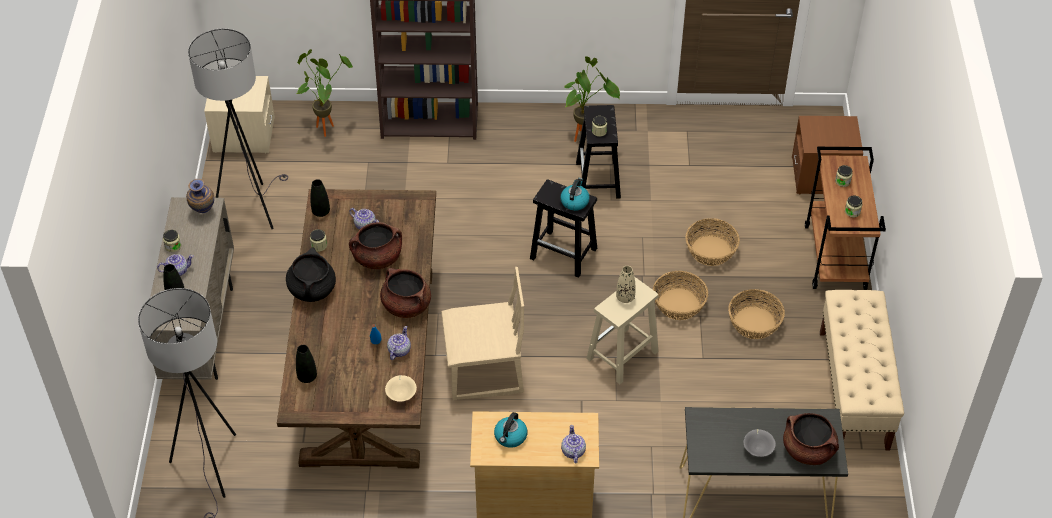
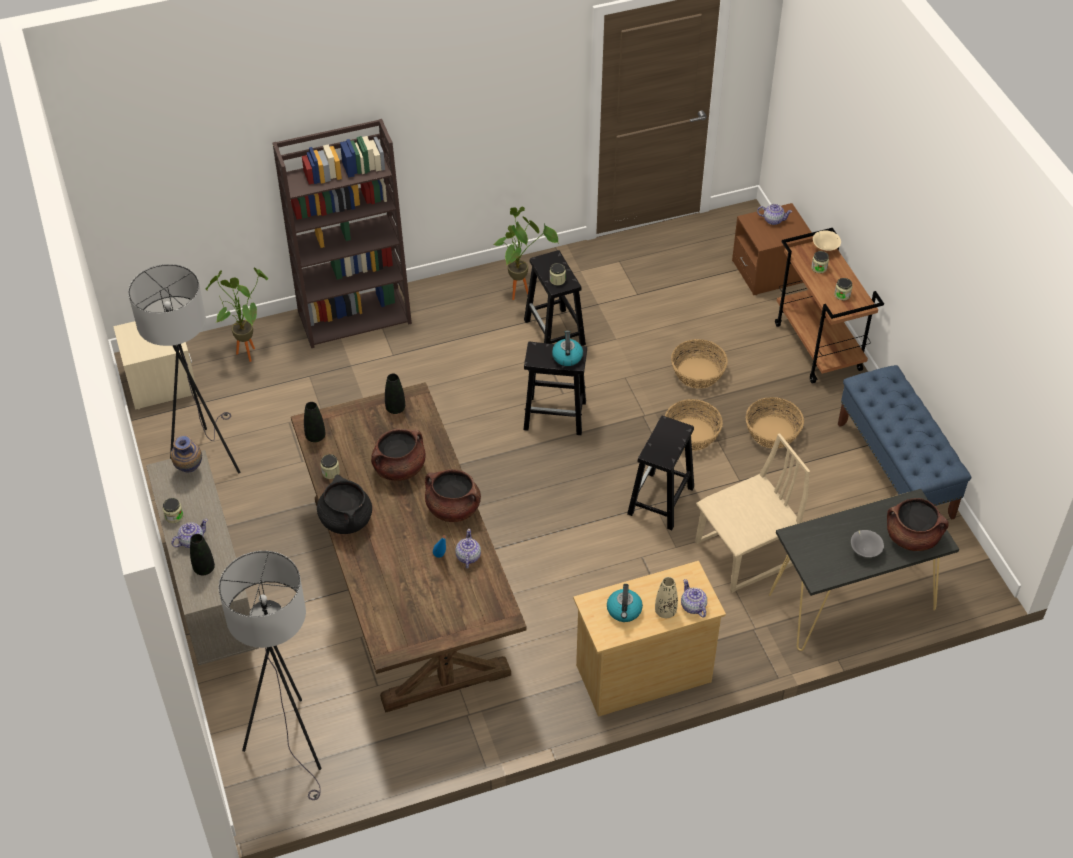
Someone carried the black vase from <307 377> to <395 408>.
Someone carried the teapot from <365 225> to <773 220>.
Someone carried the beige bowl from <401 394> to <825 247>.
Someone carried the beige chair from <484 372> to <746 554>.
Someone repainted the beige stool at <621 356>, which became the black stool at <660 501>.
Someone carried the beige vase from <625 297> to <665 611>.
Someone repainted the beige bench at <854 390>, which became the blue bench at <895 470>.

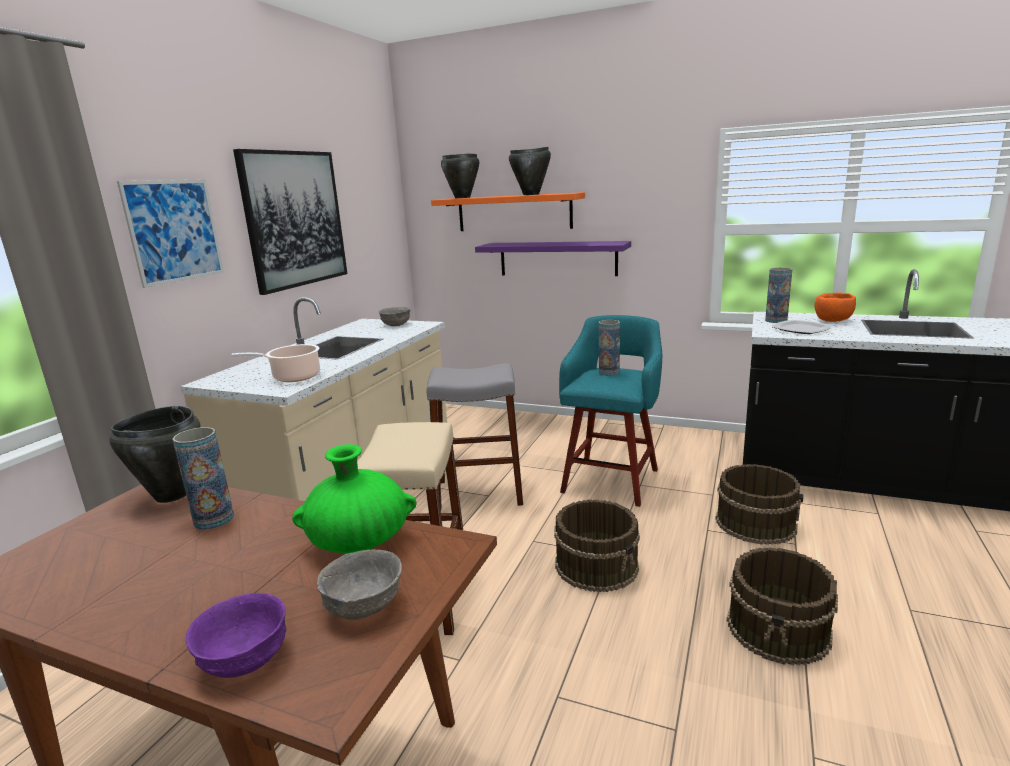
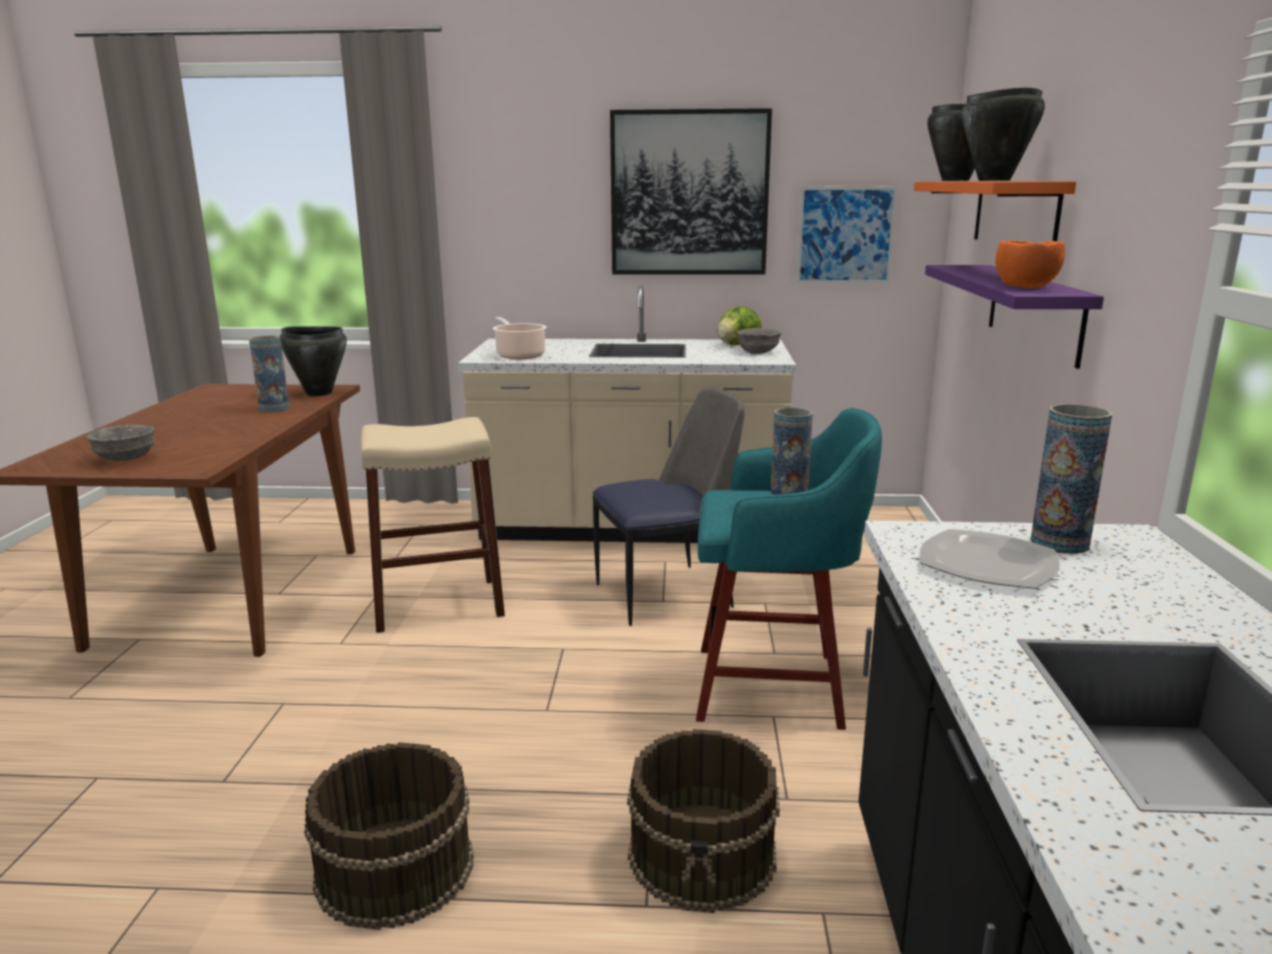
Someone carried the picture from <174 231> to <845 235>.
Someone took away the purple bowl at <246 658>.
Someone took away the green vase at <359 542>.
Someone swapped the grey stool at <479 492> for the chair at <667 594>.
Someone took away the brown bucket at <597 565>.
Someone carried the orange bowl from <834 321> to <1026 288>.
Someone put down the lettuce at <737 345>.

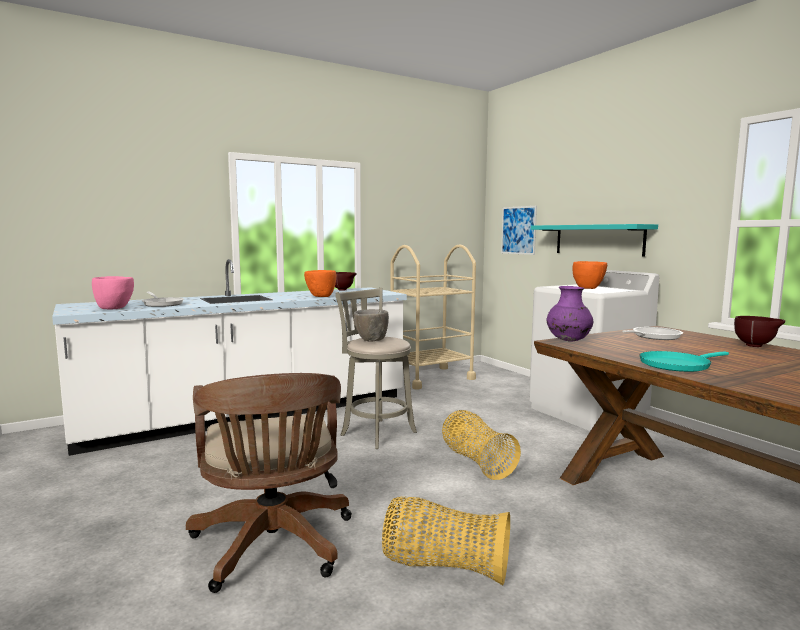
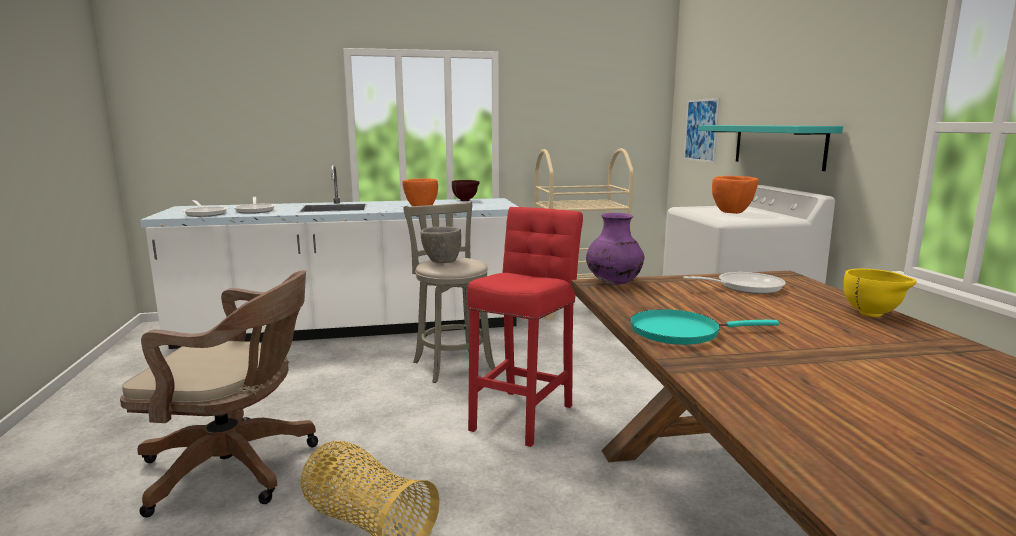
Someone swapped the pink bowl at <115 308> for the frying pan at <205 213>.
Someone rotated the brown office chair at <273 547> by 90 degrees counterclockwise.
Someone swapped the basket at <476 462> for the red stool at <524 414>.
Someone repainted the brown bowl at <756 346>, which became the yellow bowl at <873 315>.

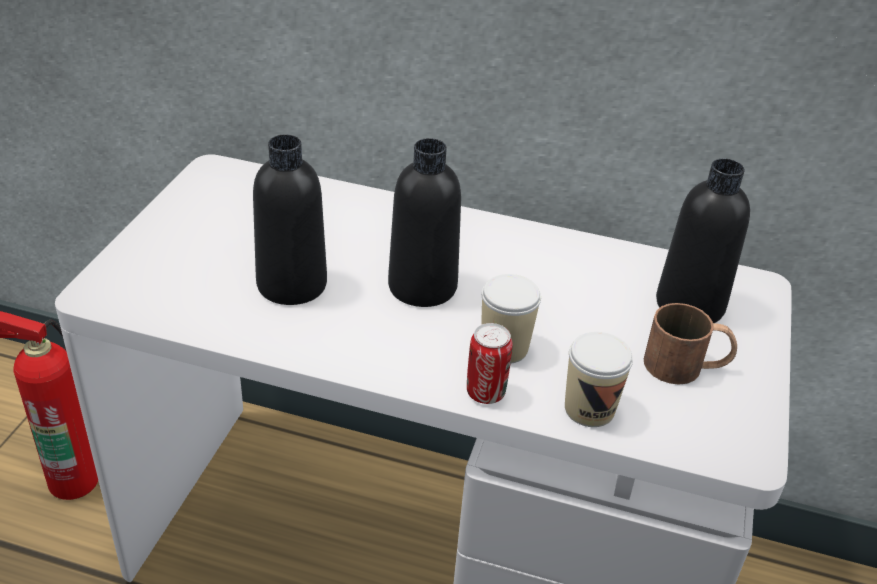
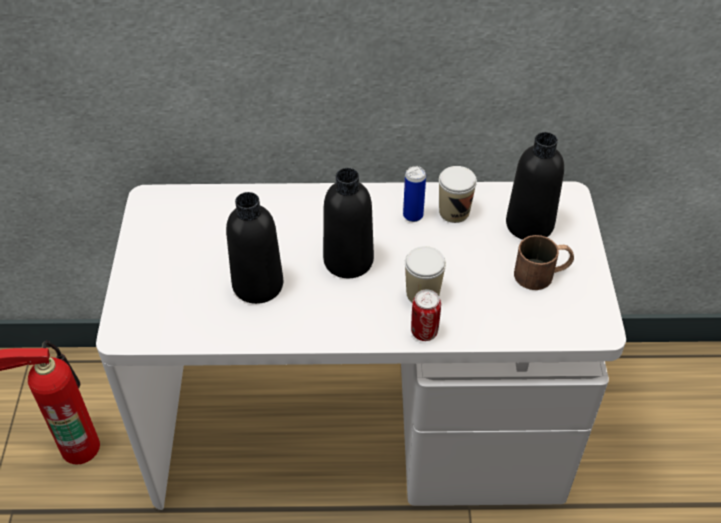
Someone carried the cup from <589 409> to <454 212>.
Someone put down the can at <413 215>.

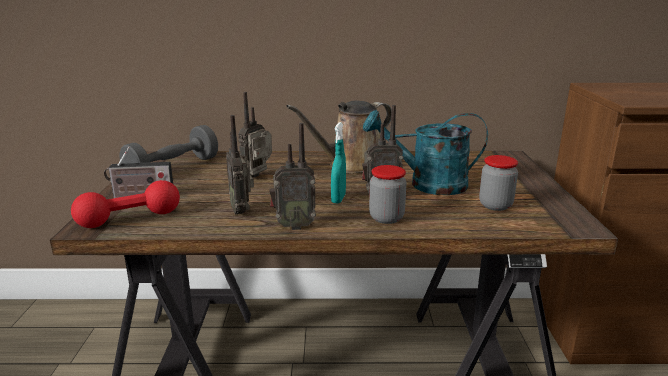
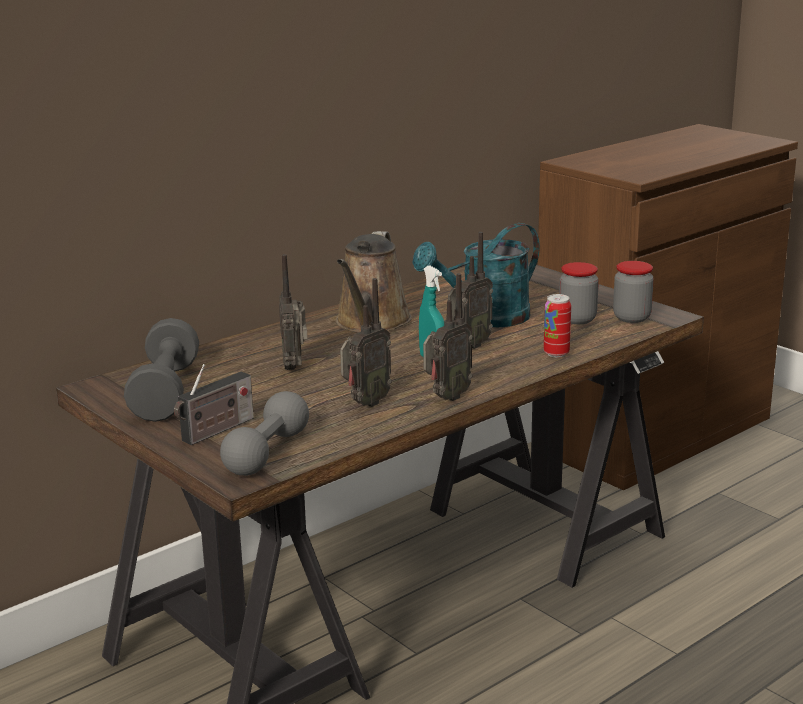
Someone repainted the red dumbbell at <130 219>, which became the grey dumbbell at <267 453>.
Someone rotated the radio at <242 210> by 75 degrees counterclockwise.
Someone carried the jar from <386 218> to <631 317>.
Someone put down the can at <556 353>.

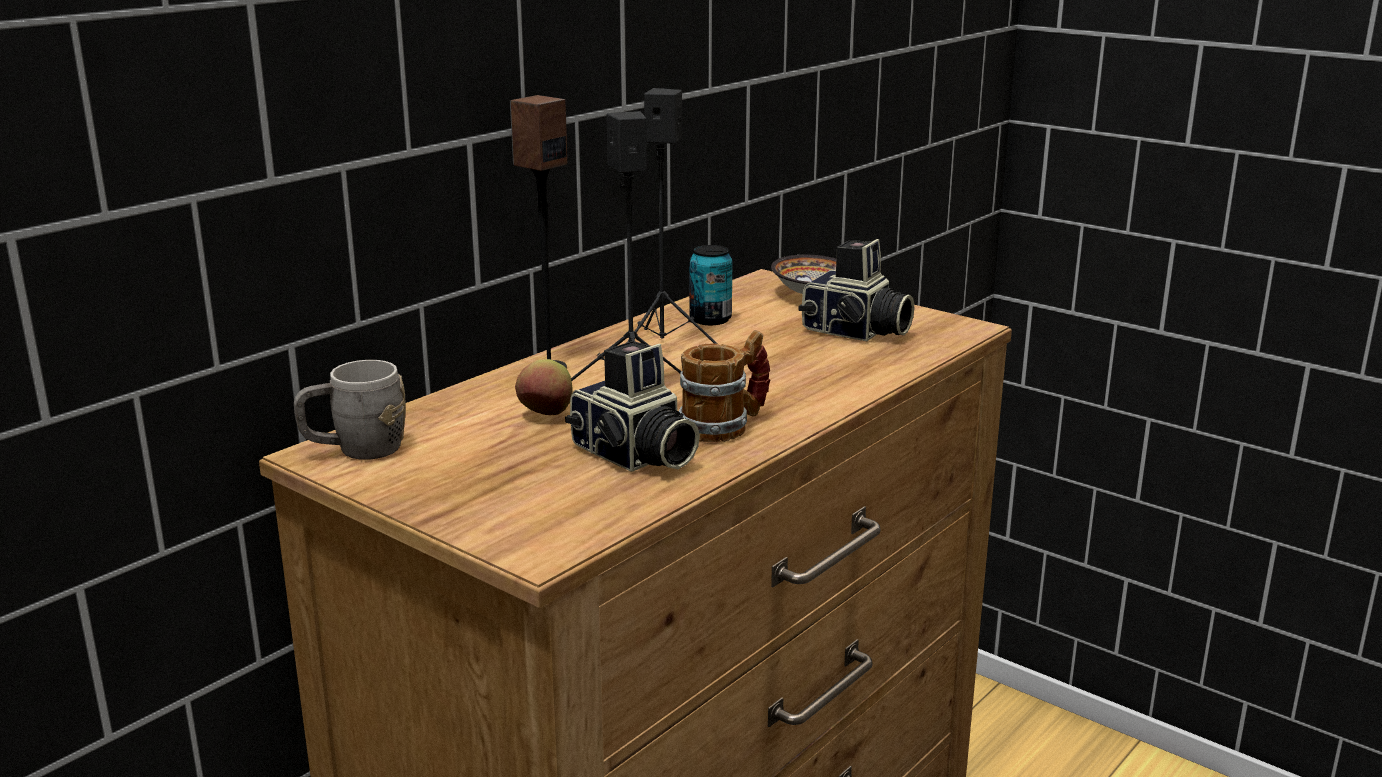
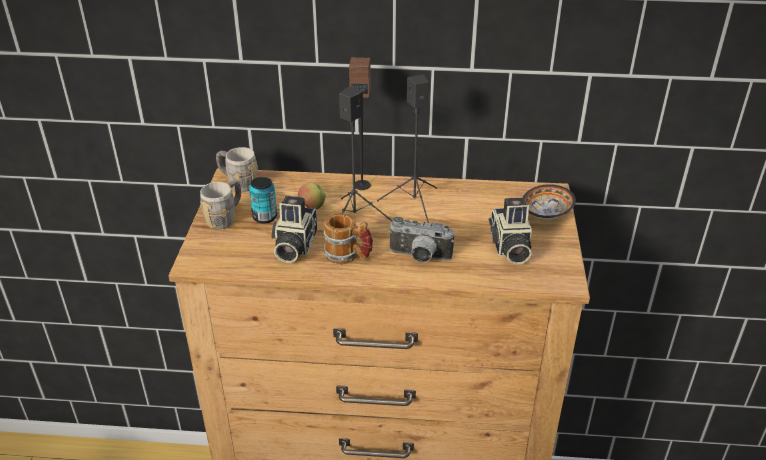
Someone carried the can from <710 319> to <265 217>.
Someone put down the grey mug at <225 218>.
Someone put down the photo camera at <419 257>.

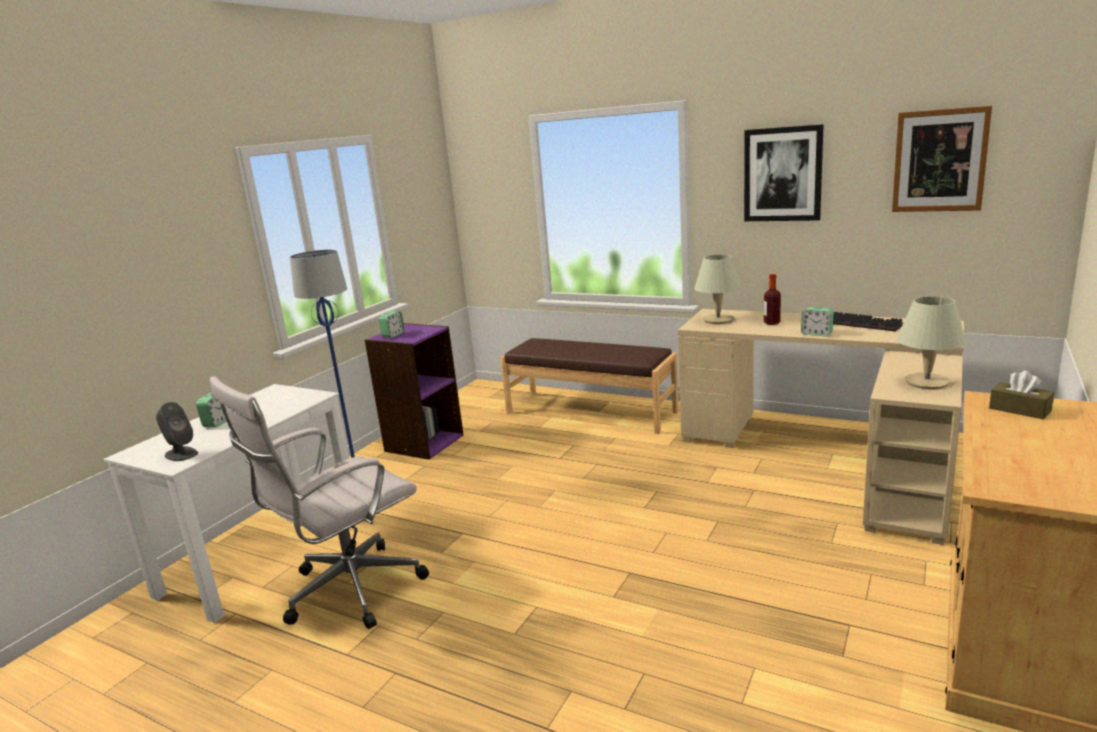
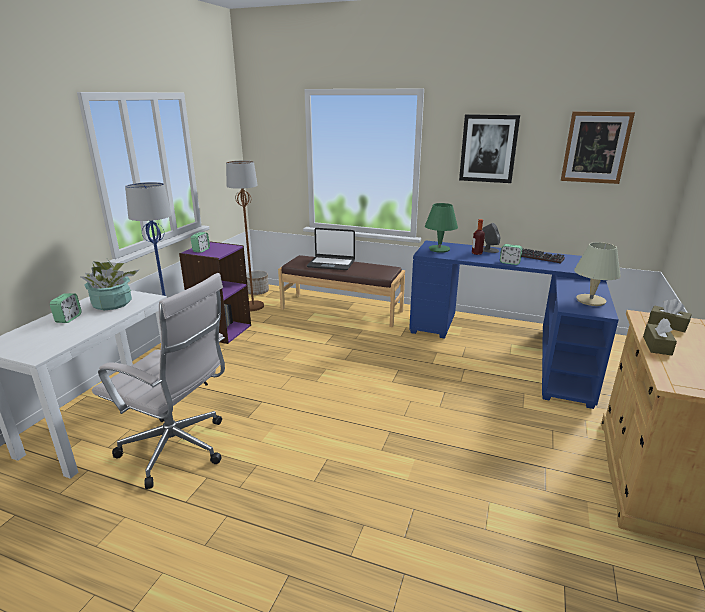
Someone carried the grey speaker from <181 454> to <489 250>.
Someone rotated the white office chair at <347 592> by 105 degrees counterclockwise.
Someone repainted the beige desk at <834 456>, which became the blue desk at <512 345>.
Someone repainted the beige table lamp at <717 320>, which became the green table lamp at <439 249>.
Someone put down the potted plant at <112 304>.
Someone put down the brown floor lamp at <253 306>.
Someone put down the planter at <257 292>.
Someone put down the laptop at <331 264>.
Someone put down the brown tissue box at <657 345>.

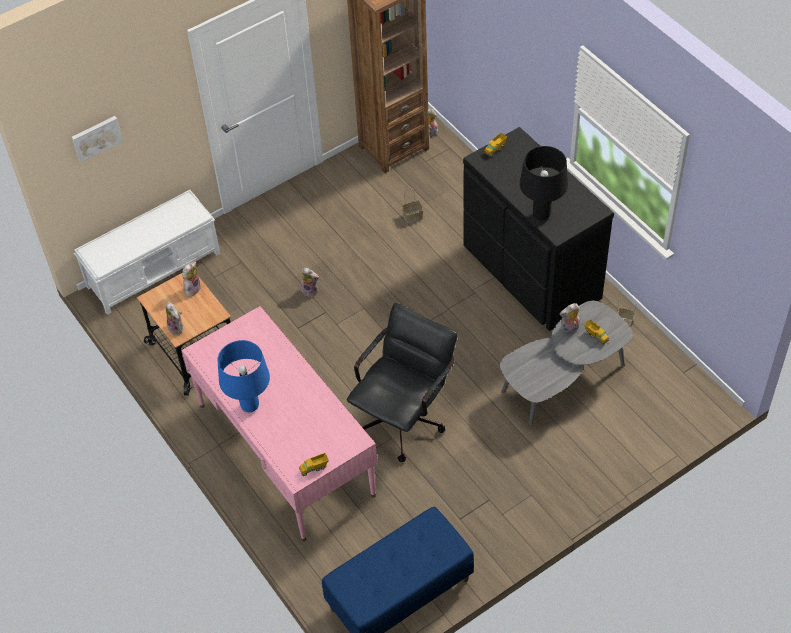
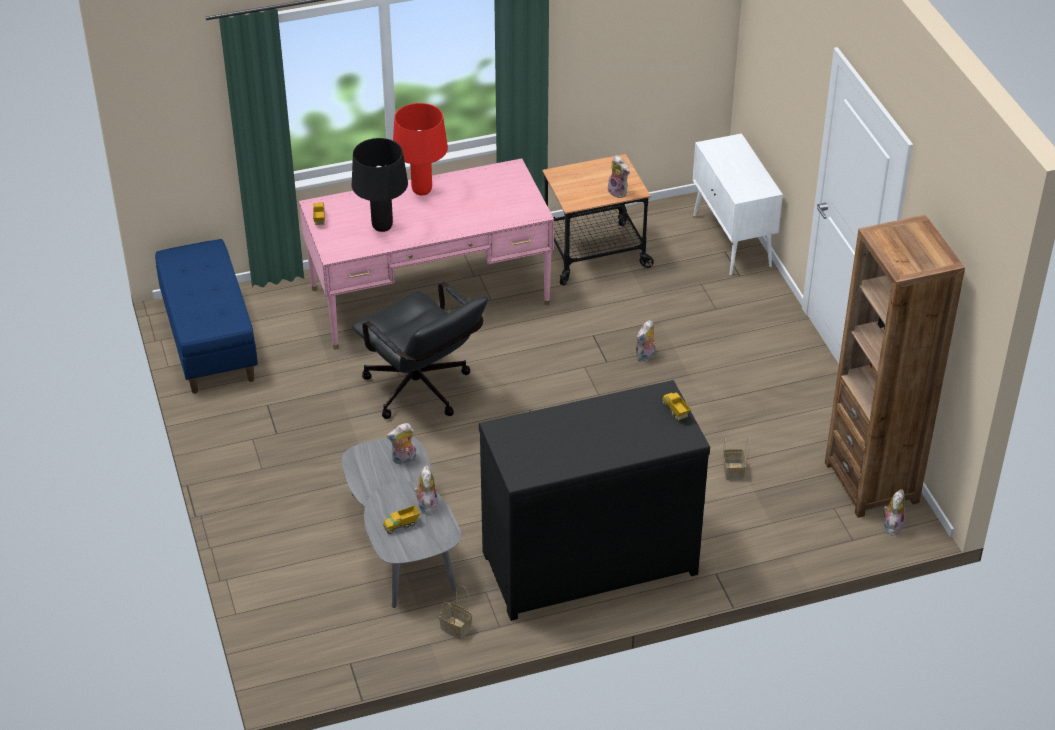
Someone took away the picture at <96 137>.
Someone swapped the white bench at <154 269> for the white cabinet at <732 241>.
Someone carried the plush toy from <177 328> to <404 460>.
Someone repainted the blue table lamp at <250 406>, which became the red table lamp at <422 191>.
Someone carried the black table lamp from <541 215> to <382 226>.

